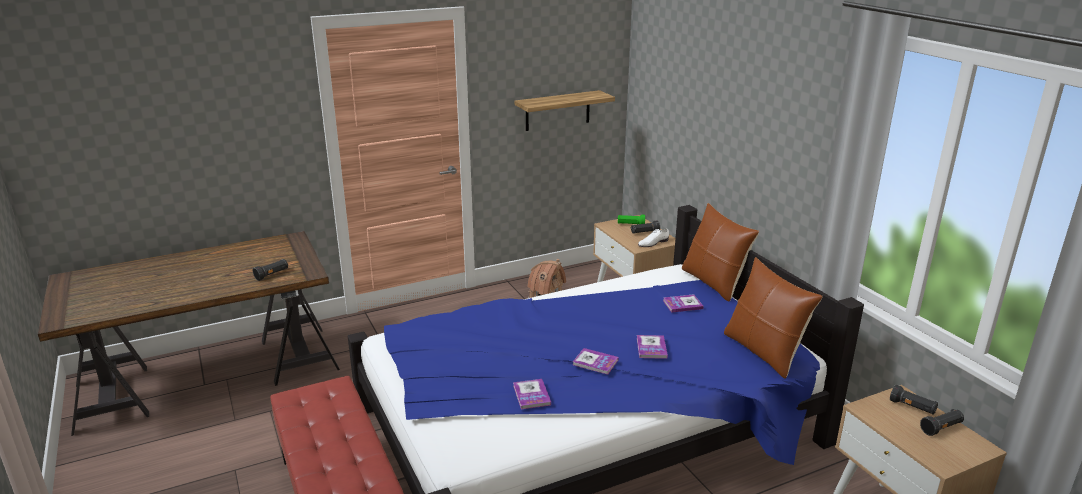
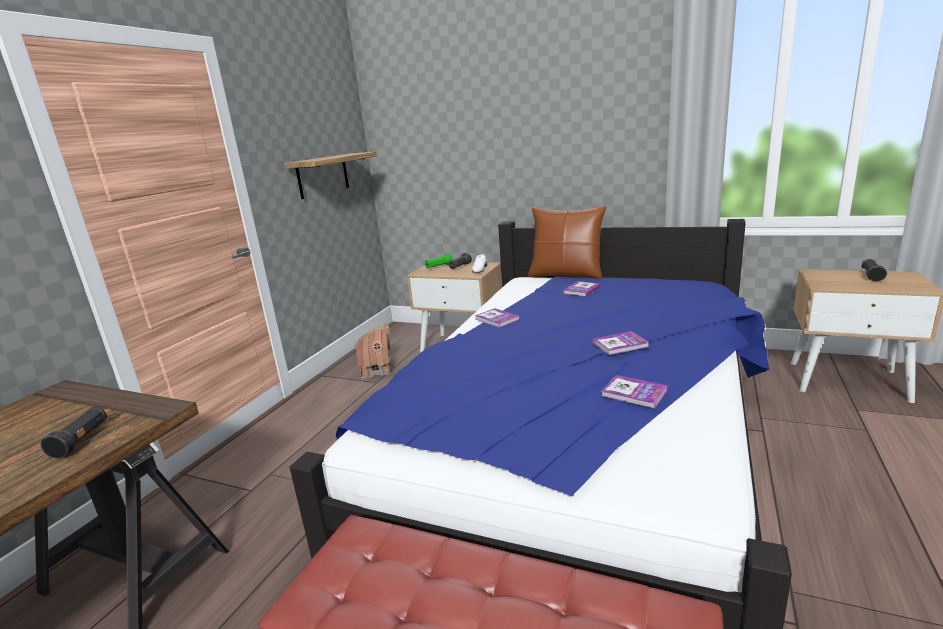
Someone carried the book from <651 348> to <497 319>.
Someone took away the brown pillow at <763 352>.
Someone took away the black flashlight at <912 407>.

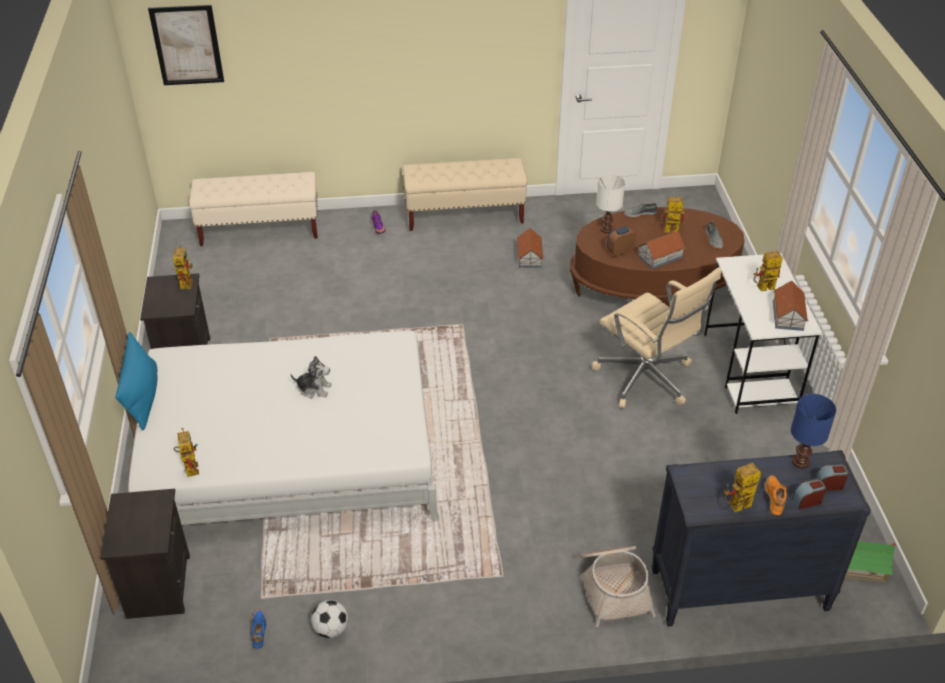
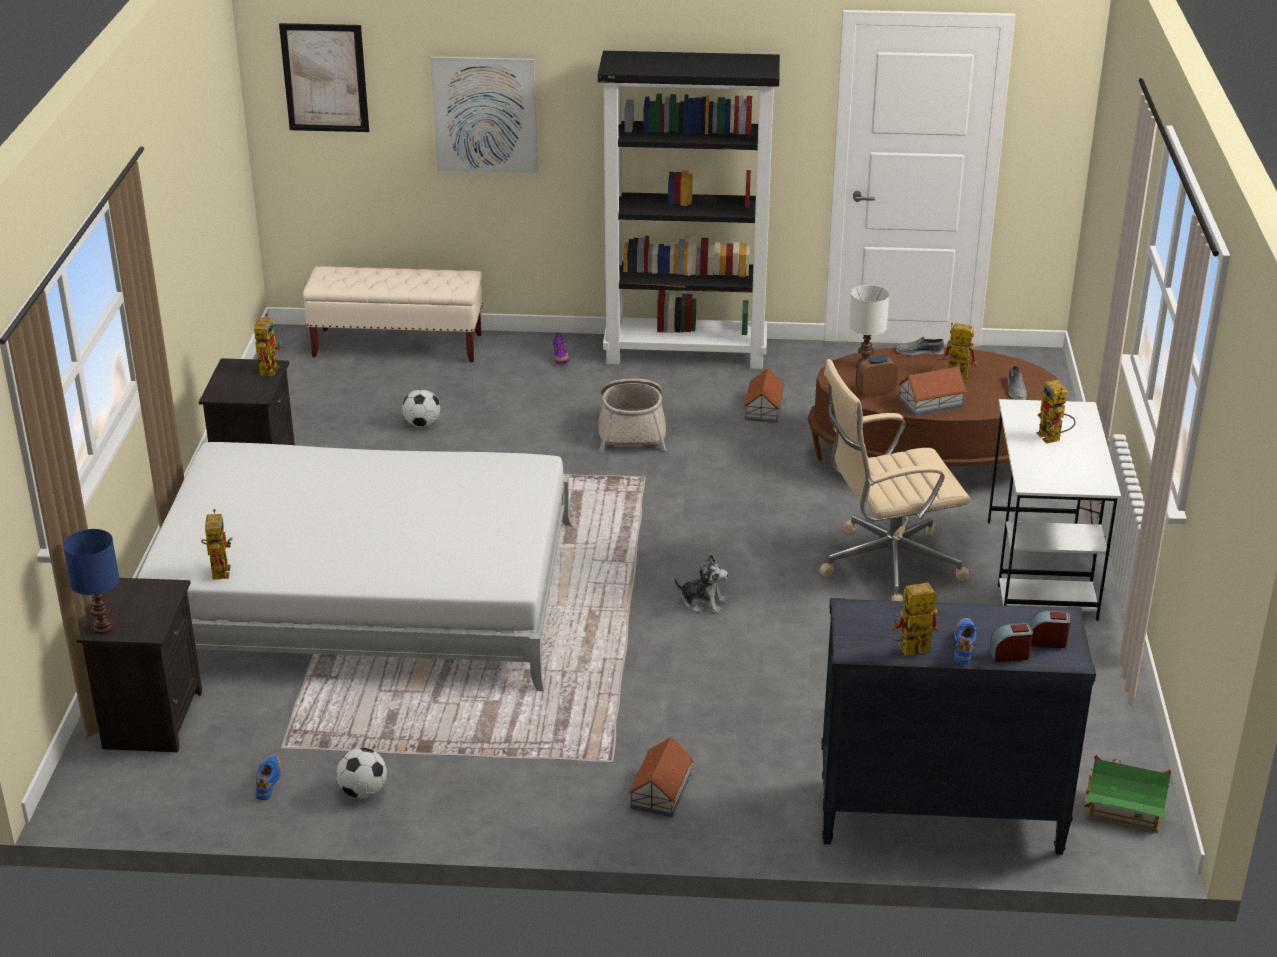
Someone took away the blue pillow at <142 397>.
Someone carried the plush toy from <314 389> to <703 603>.
Someone swapped the beige bench at <465 215> for the black bookcase at <686 353>.
Someone carried the basket from <613 587> to <632 429>.
Someone rotated the beige office chair at <646 379> by 105 degrees clockwise.
Someone rotated the toy robot at <762 289> by 105 degrees counterclockwise.
Someone repainted the orange shoe at <774 498>, which became the blue shoe at <964 647>.
Someone carried the toy house from <788 315> to <661 791>.
Someone carried the blue table lamp from <801 462> to <103 628>.
Someone put down the football at <422 424>.
Someone put up the picture at <485 114>.

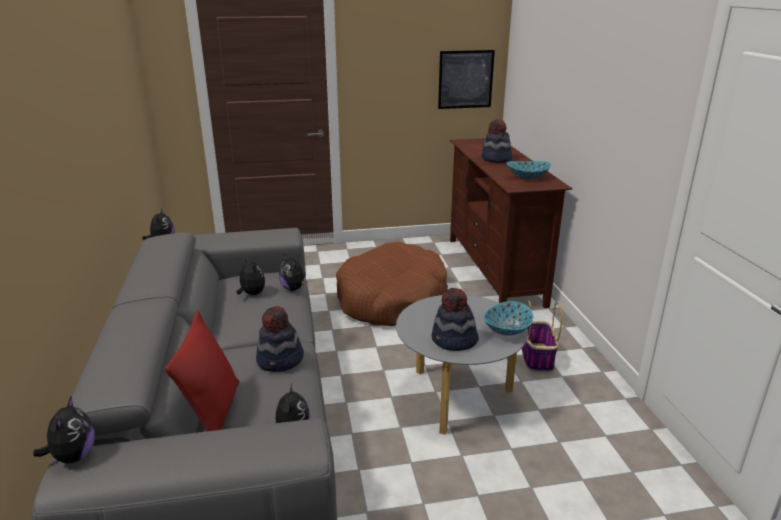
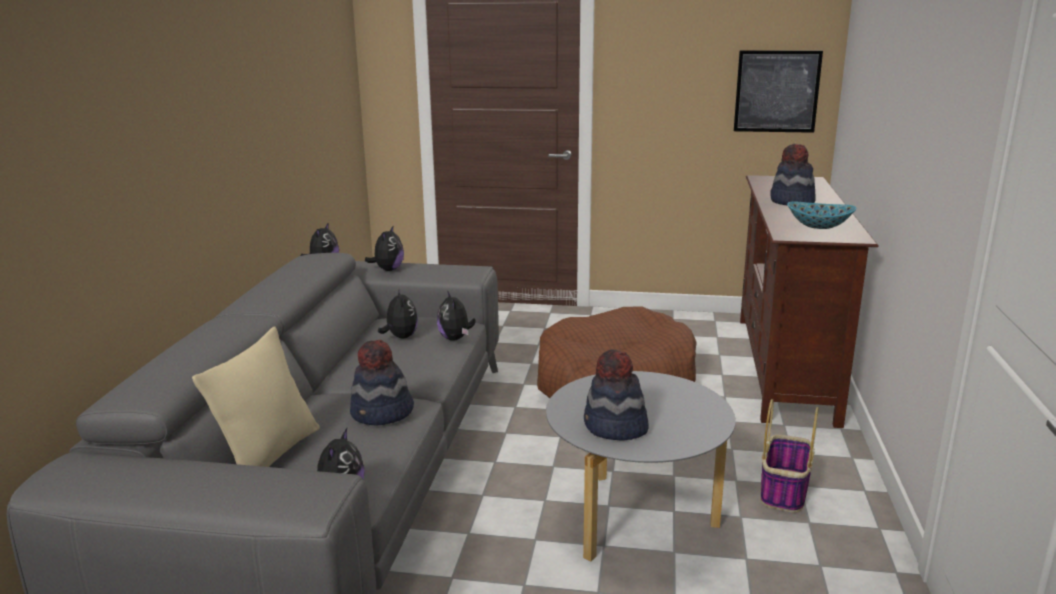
Someone carried the plush toy from <73 456> to <388 269>.
Someone repainted the red pillow at <214 413>, which became the beige pillow at <270 456>.
Someone took away the bowl at <507 330>.

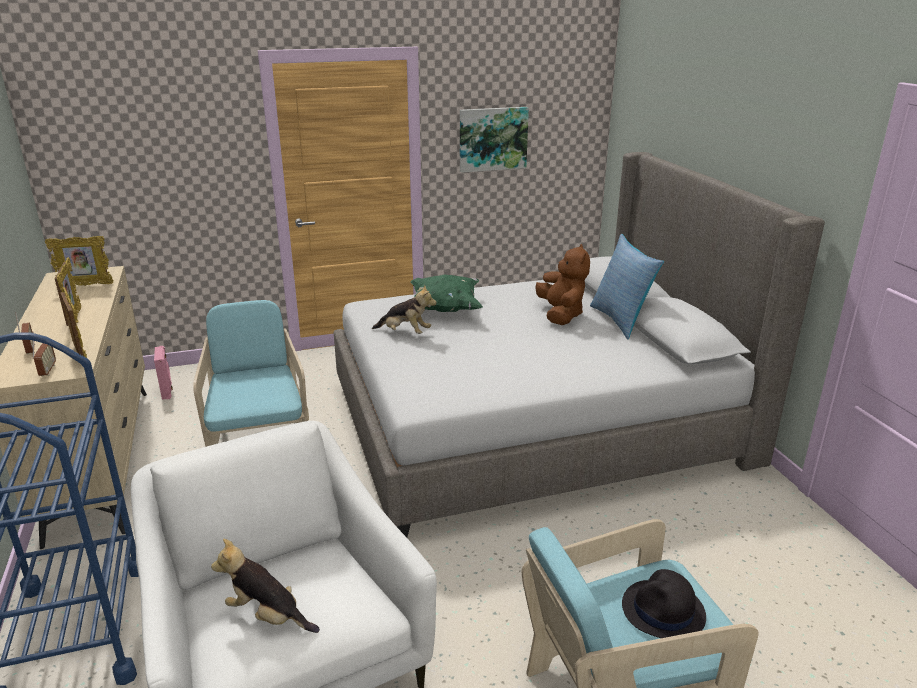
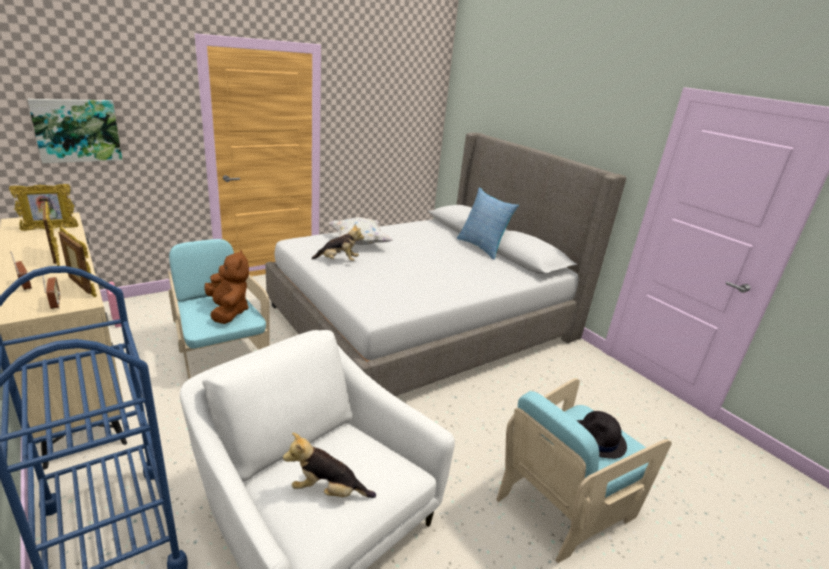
Someone repainted the green pillow at <444 309>, which became the white pillow at <358 243>.
Someone carried the picture from <492 139> to <77 130>.
Someone carried the brown plush toy from <561 315> to <228 311>.

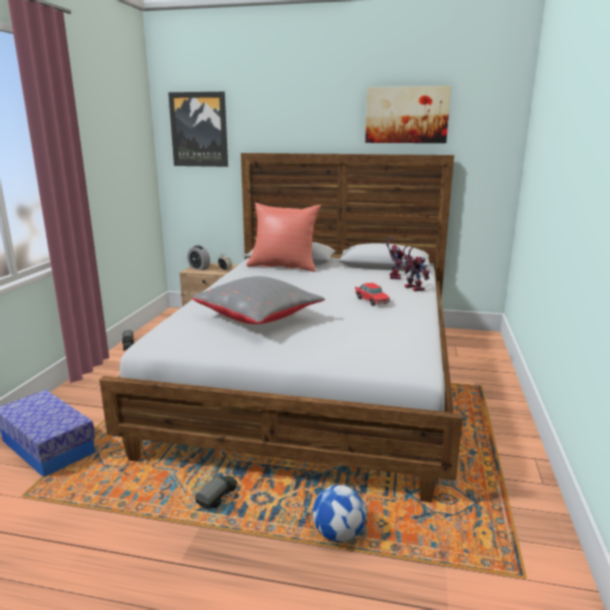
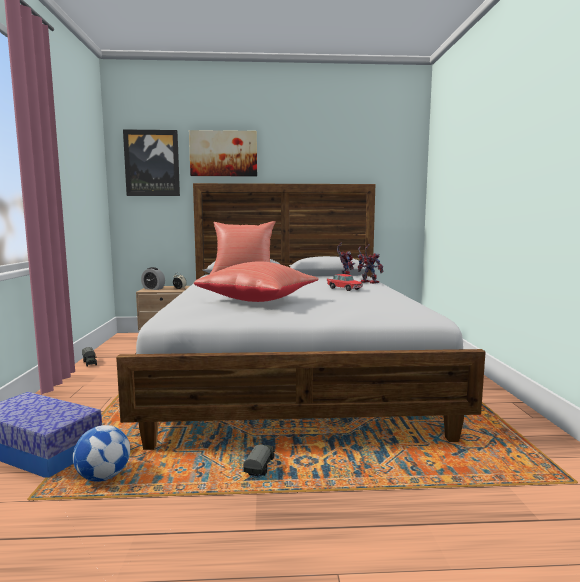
Someone repainted the grey pillow at <259 318>, which became the red pillow at <259 300>.
Someone carried the football from <338 534> to <103 477>.
Someone carried the picture from <406 115> to <223 154>.

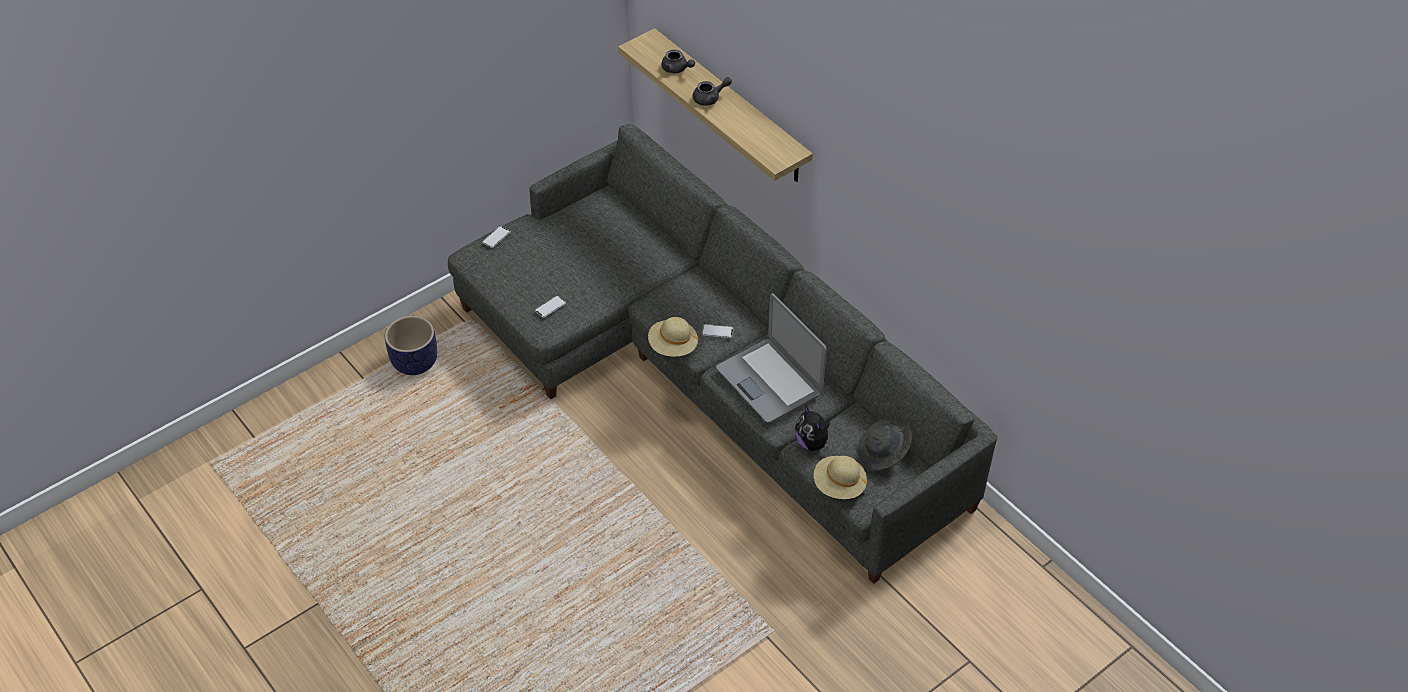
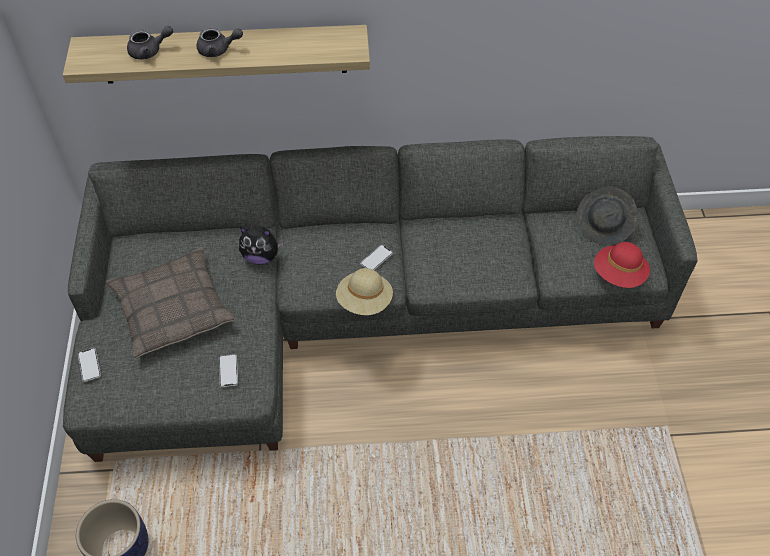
Someone rotated the grey teapot at <710 98> by 75 degrees clockwise.
Someone took away the laptop at <770 381>.
Someone carried the plush toy from <813 443> to <261 257>.
Someone repainted the beige hat at <839 485>, which became the red hat at <619 274>.
Someone put down the pillow at <172 309>.

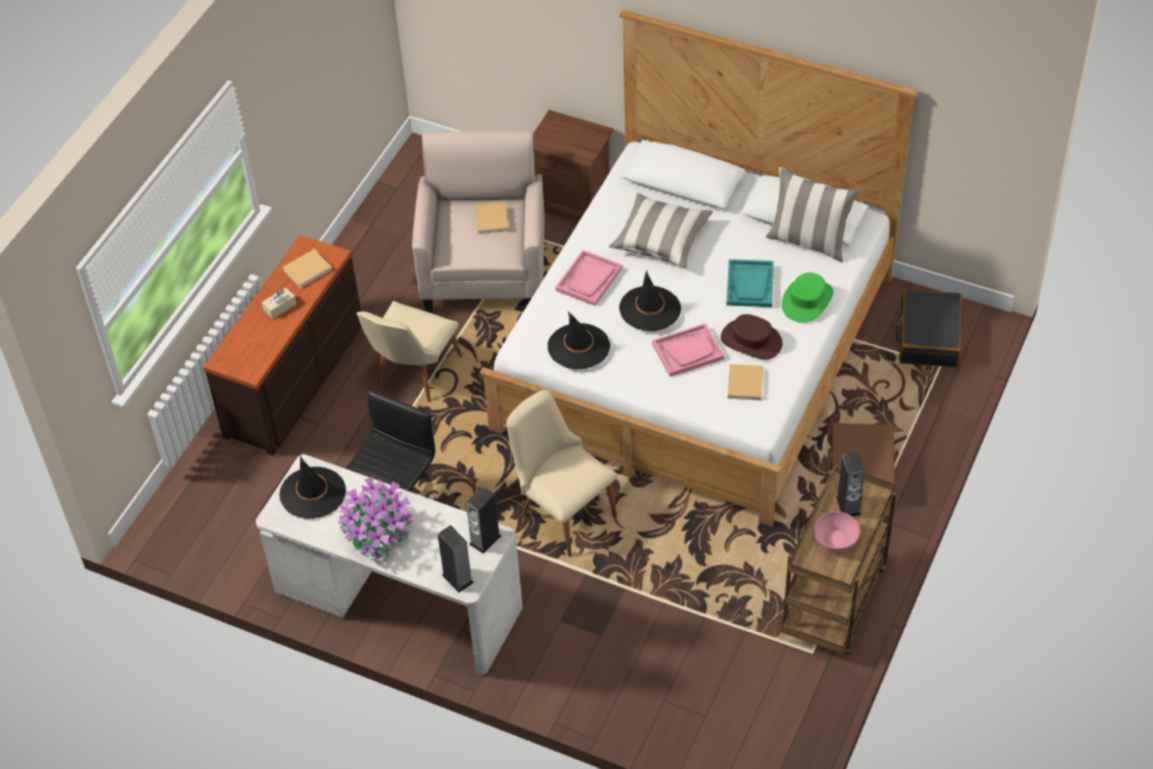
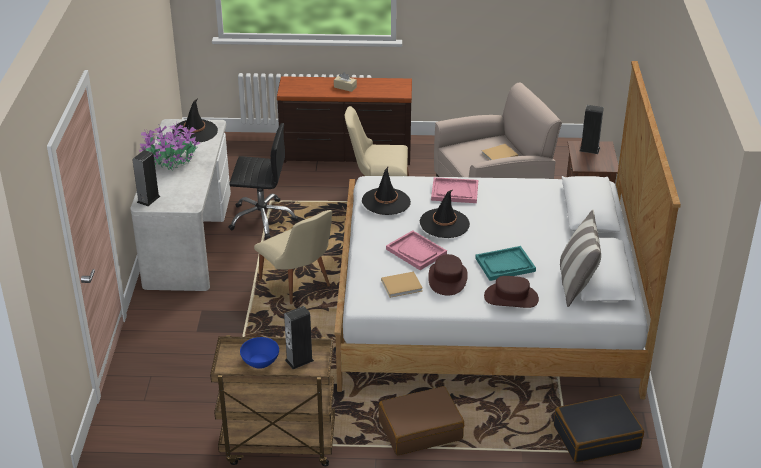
Someone took away the beige book at <309 269>.
Someone carried the speaker from <485 540> to <589 149>.
Someone rotated the beige chair at <562 510> by 120 degrees clockwise.
Someone took away the pillow at <660 240>.
Someone repainted the green hat at <807 300>, which became the brown hat at <511 297>.
Someone repainted the pink bowl at <835 540>, which became the blue bowl at <260 361>.

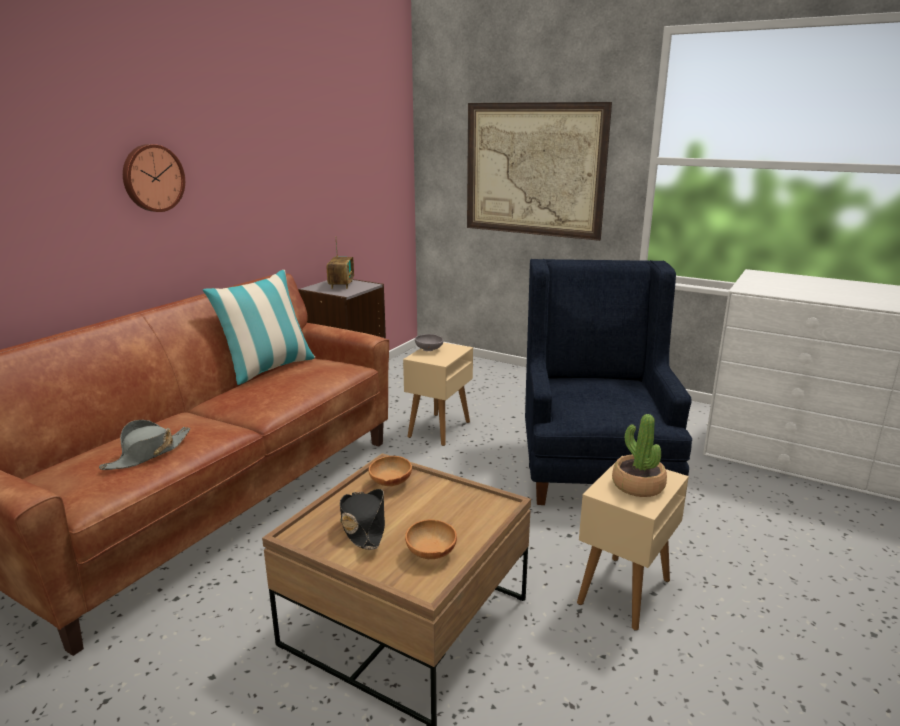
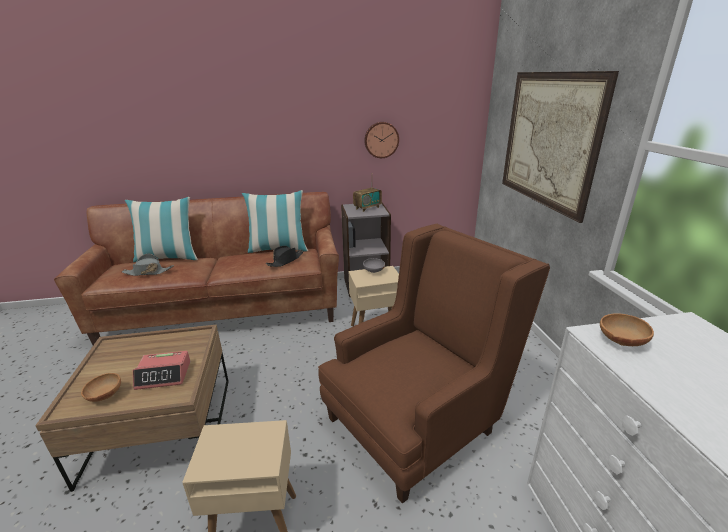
Someone carried the wall clock from <152 178> to <381 140>.
Someone carried the black hat from <363 525> to <285 260>.
Someone carried the brown bowl from <390 483> to <620 341>.
Someone repainted the blue armchair at <592 463>, which became the brown armchair at <418 418>.
Someone took away the potted plant at <637 485>.
Someone put down the pillow at <168 257>.
Someone put down the alarm clock at <164 375>.

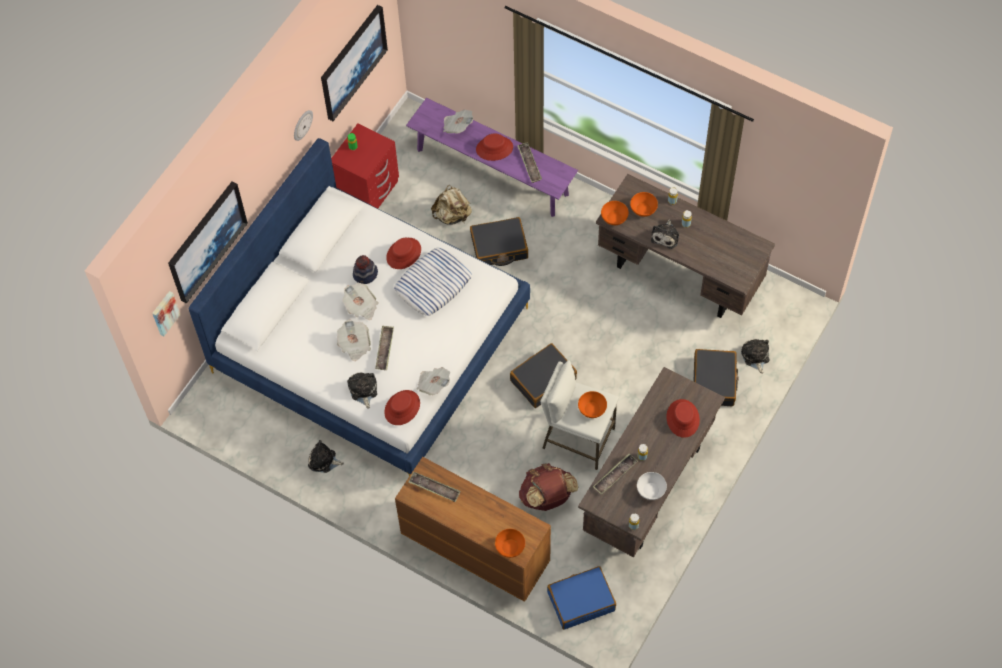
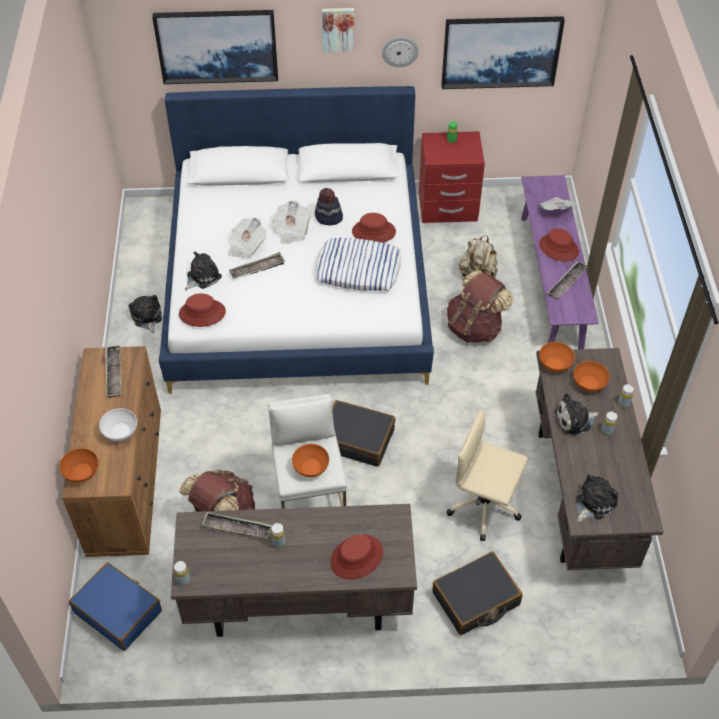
Someone carried the picture from <164 313> to <338 28>.
Someone took away the newspaper at <433 384>.
Someone swapped the black suitcase at <499 247> for the brown backpack at <475 327>.
Someone carried the white bowl from <651 490> to <120 431>.
Someone carried the plush toy from <755 356> to <593 503>.
Someone put down the beige office chair at <485 506>.

